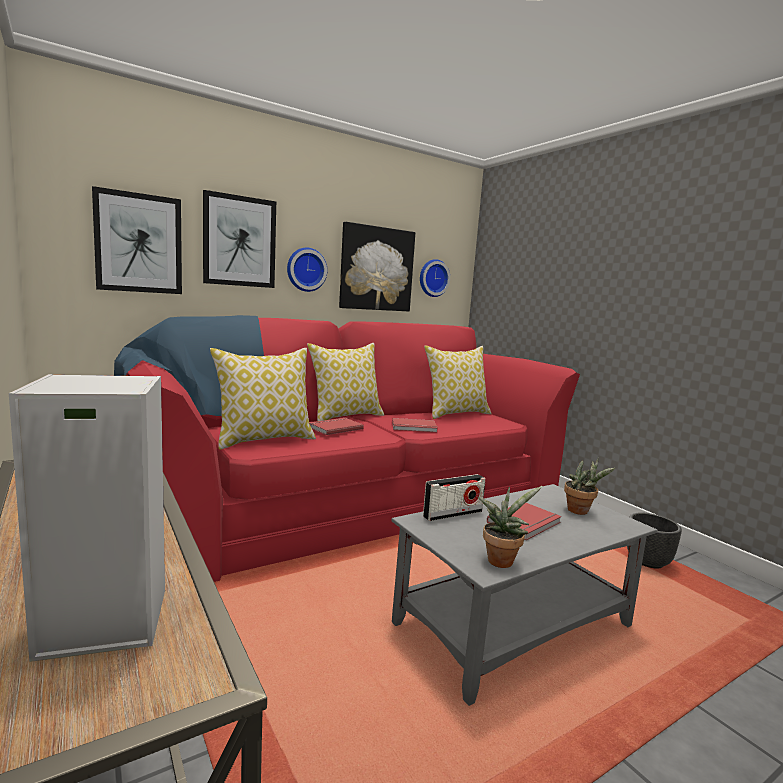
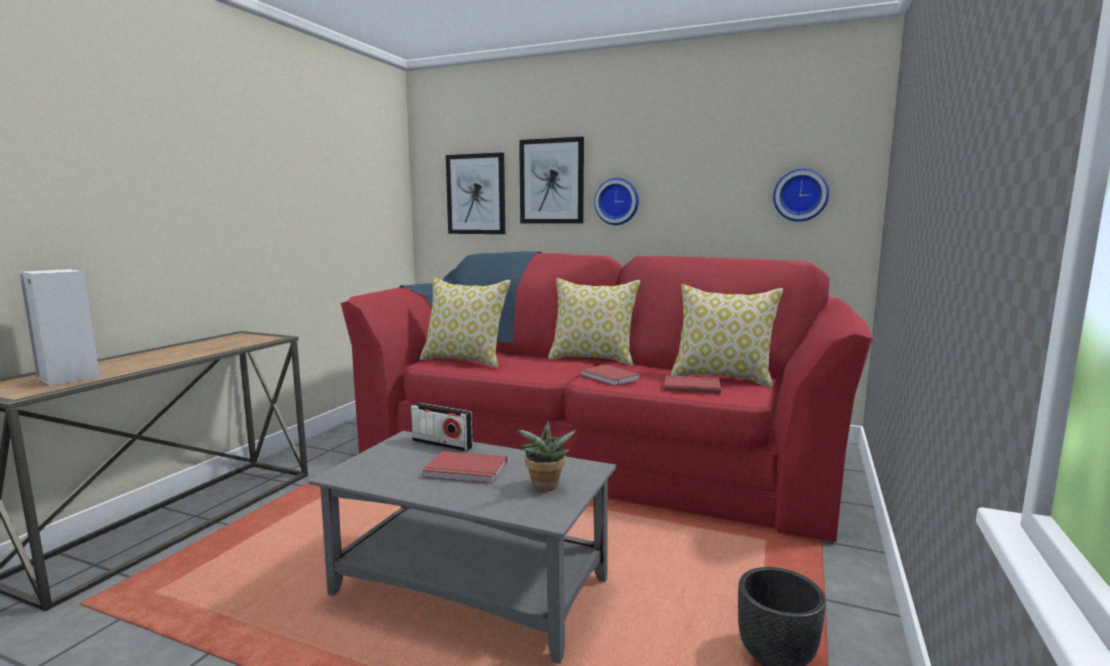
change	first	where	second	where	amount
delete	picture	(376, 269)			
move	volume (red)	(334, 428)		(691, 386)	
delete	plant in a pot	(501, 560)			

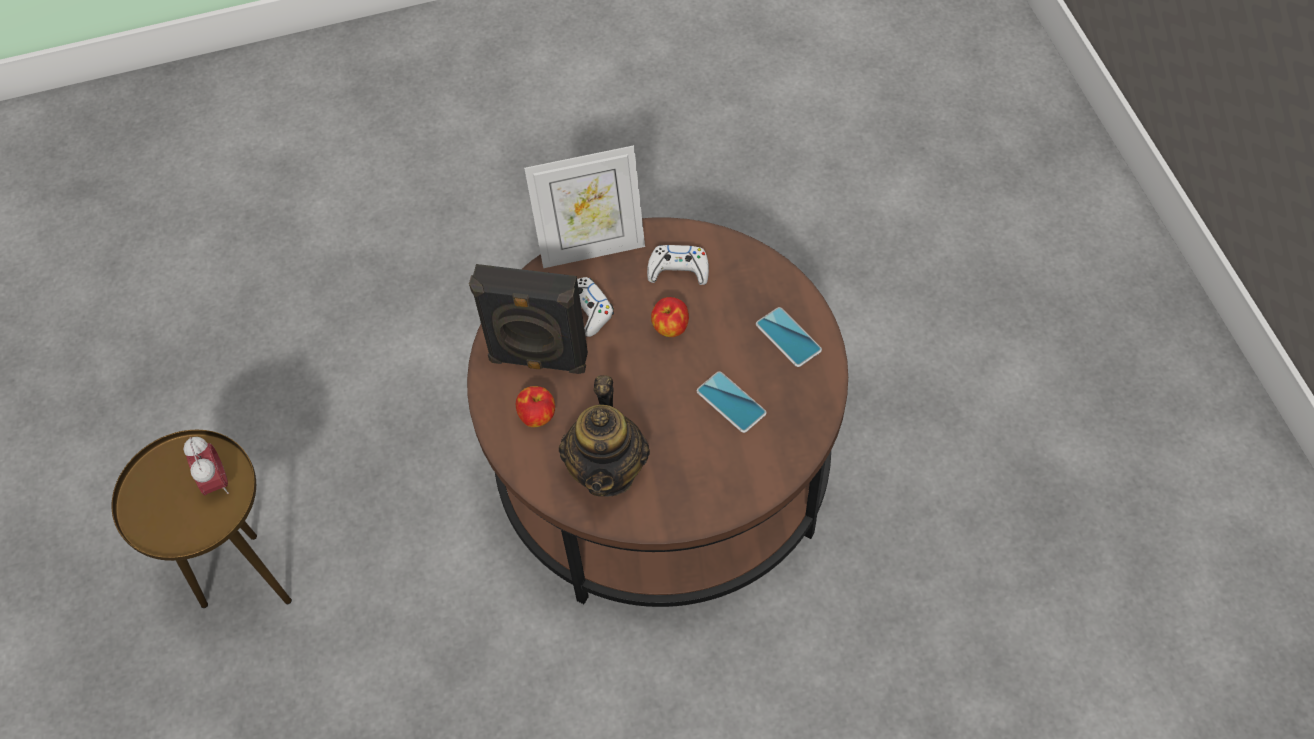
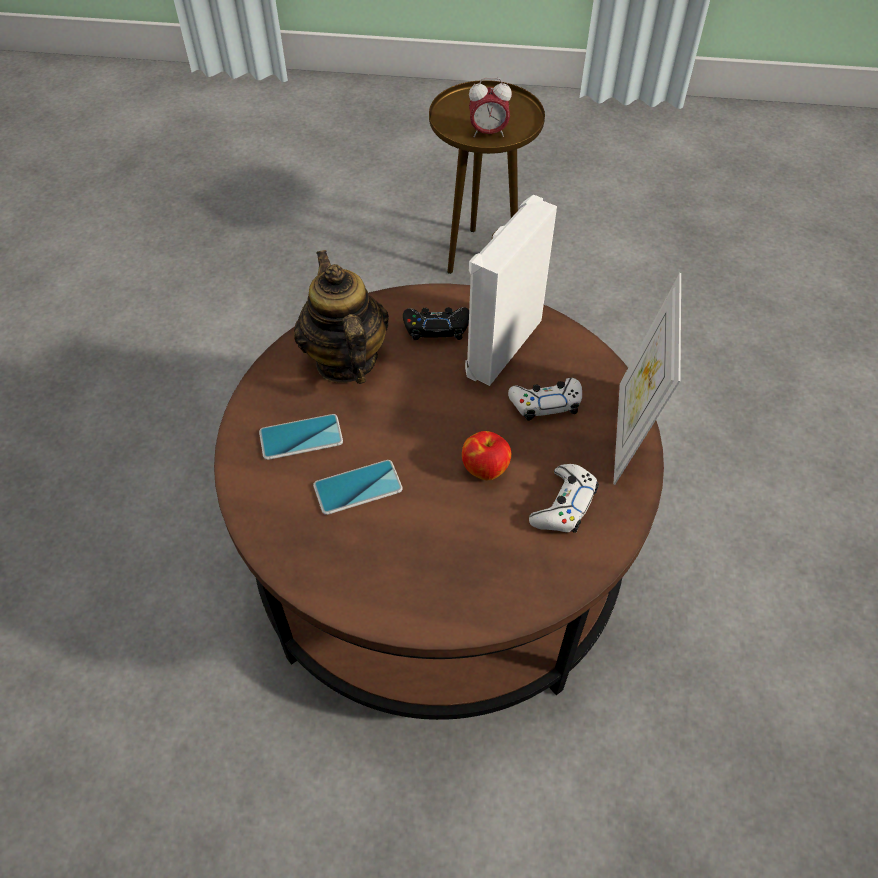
change	first	where	second	where	amount
recolor	speaker (black-coloured)	(538, 360)	speaker (white-coloured)	(501, 346)	
move	handset	(788, 337)		(301, 437)	
rotate	tea pot	(608, 470)		(345, 360)	45 degrees clockwise
replace	apple fruit	(537, 416)	gamepad (black-coloured)	(436, 328)	

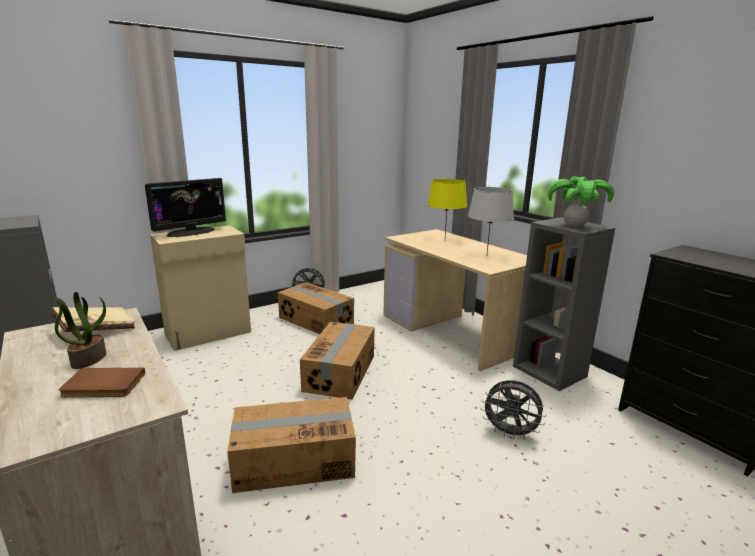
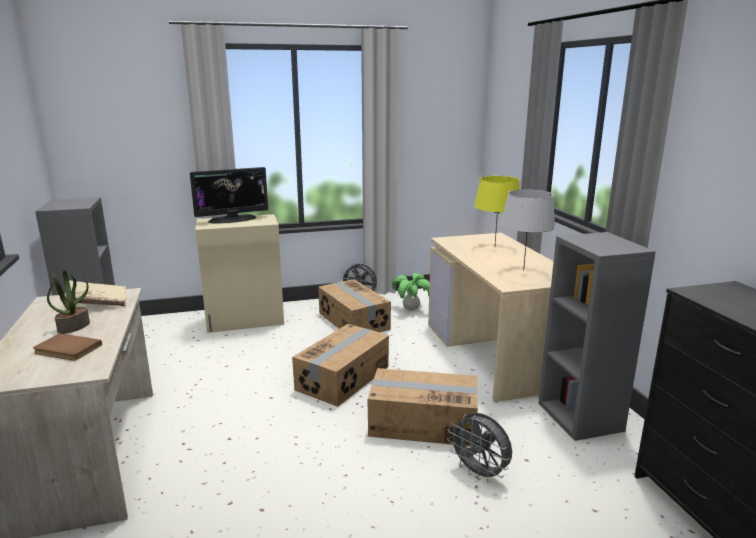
change	first	where	second	where	amount
move	plant in a pot	(574, 226)		(411, 309)	
move	carton	(294, 460)		(422, 422)	

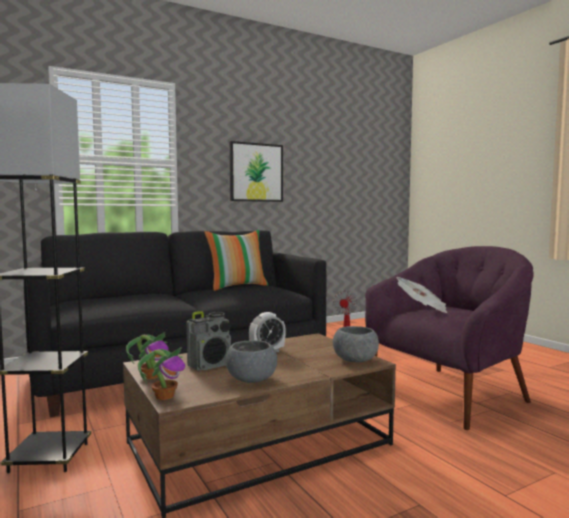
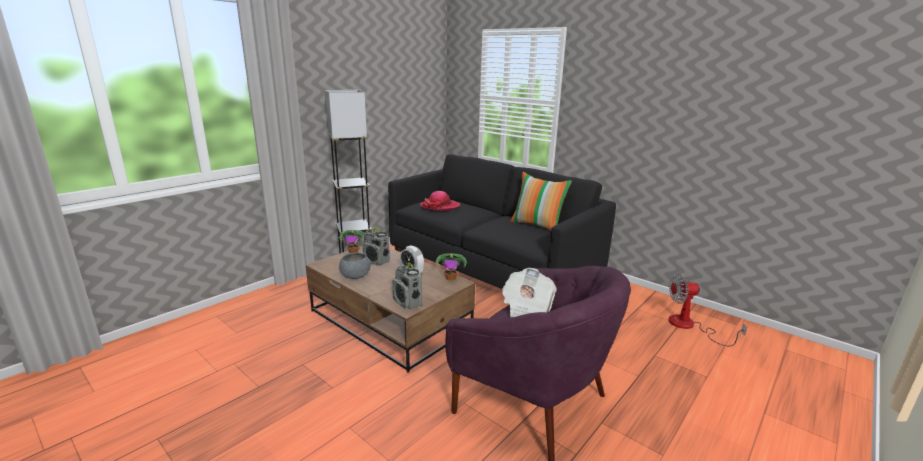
change	first	where	second	where	amount
delete	picture	(256, 172)			
replace	bowl (grey)	(355, 360)	radio set	(407, 302)	
move	plant in a pot	(165, 396)		(451, 278)	
insert			wearable hat	(440, 206)	

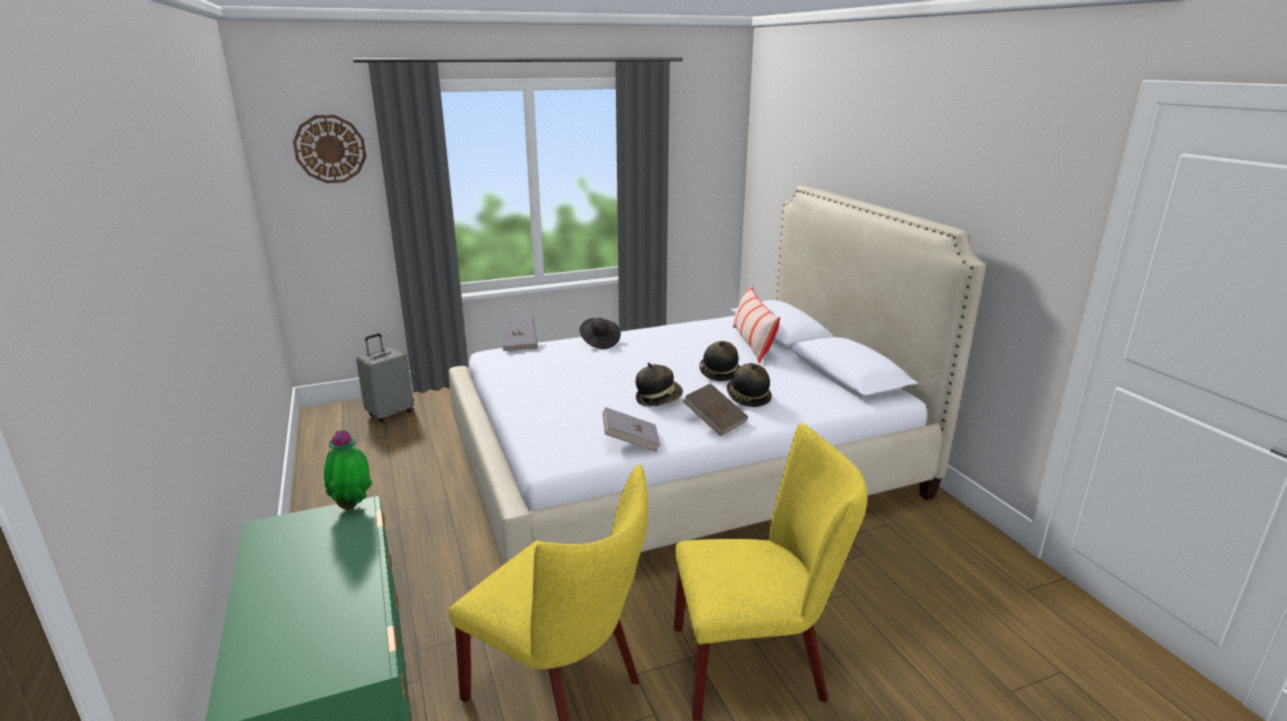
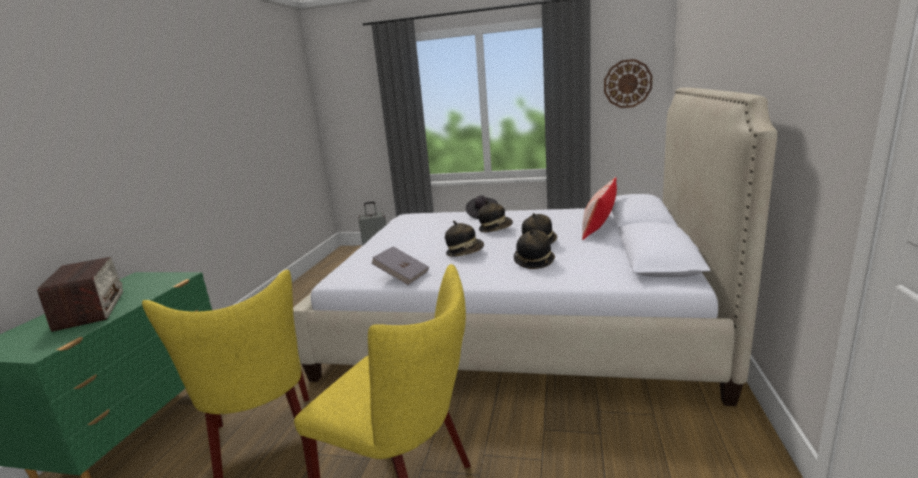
change	first	where	second	where	amount
move	clock on the wall	(330, 149)		(627, 84)	
delete	volume (grey)	(519, 343)			
delete	volume (brown)	(715, 421)			
delete	plant in a pot	(353, 505)			
insert			wearable hat	(495, 229)	
insert			radio set	(91, 310)	

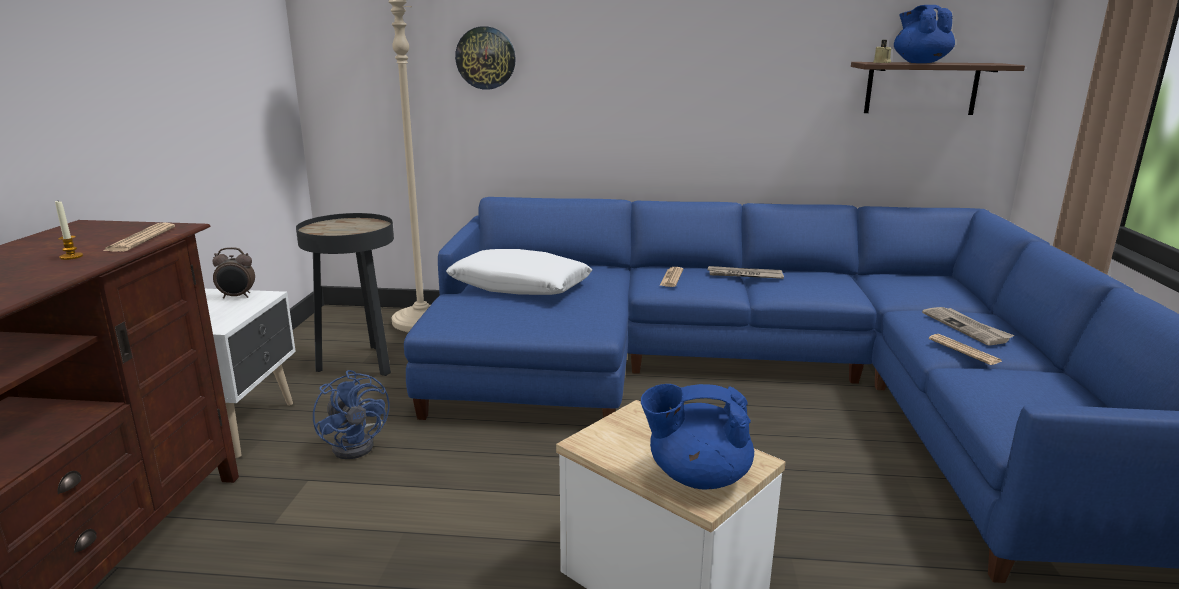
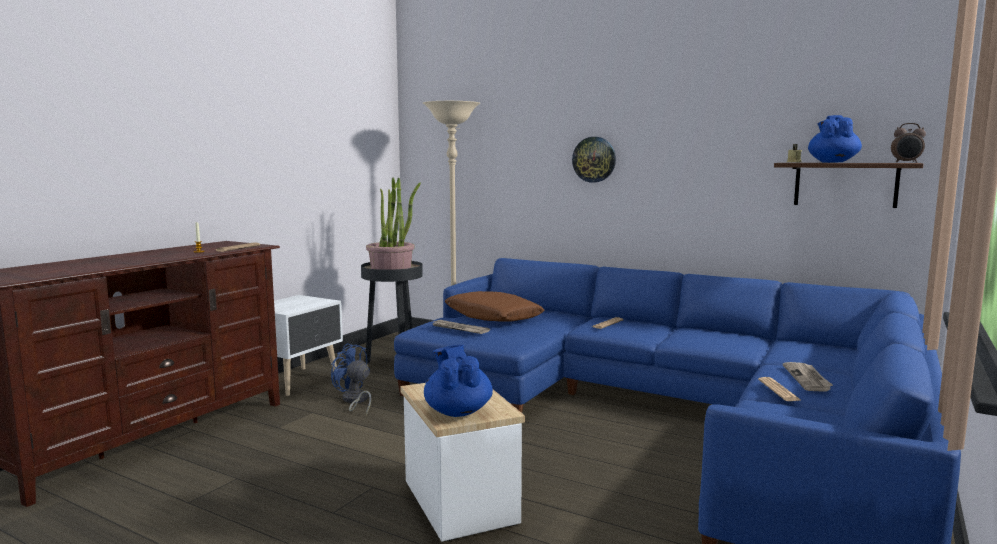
change	first	where	second	where	amount
move	clock on the wall	(485, 58)		(594, 159)	
move	alarm clock	(237, 297)		(906, 162)	
recolor	pillow (white-coloured)	(520, 286)	pillow (brown)	(493, 317)	
move	daily paper	(744, 275)		(459, 329)	
rotate	cooling fan (blue-coloured)	(358, 444)		(355, 401)	135 degrees clockwise
rotate	tea pot (blue-coloured)	(696, 476)		(457, 411)	45 degrees clockwise
insert			plant in a pot	(391, 267)	

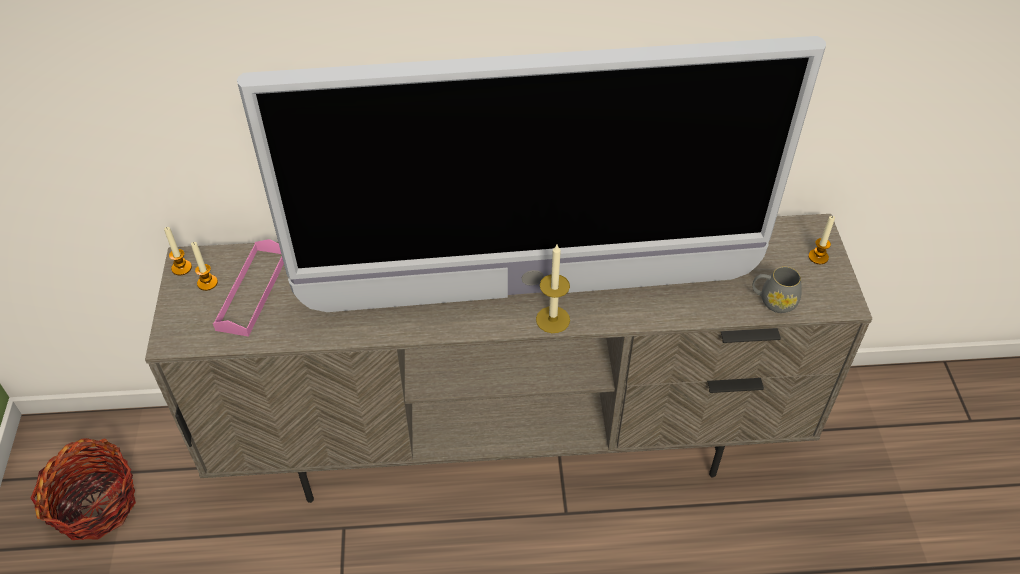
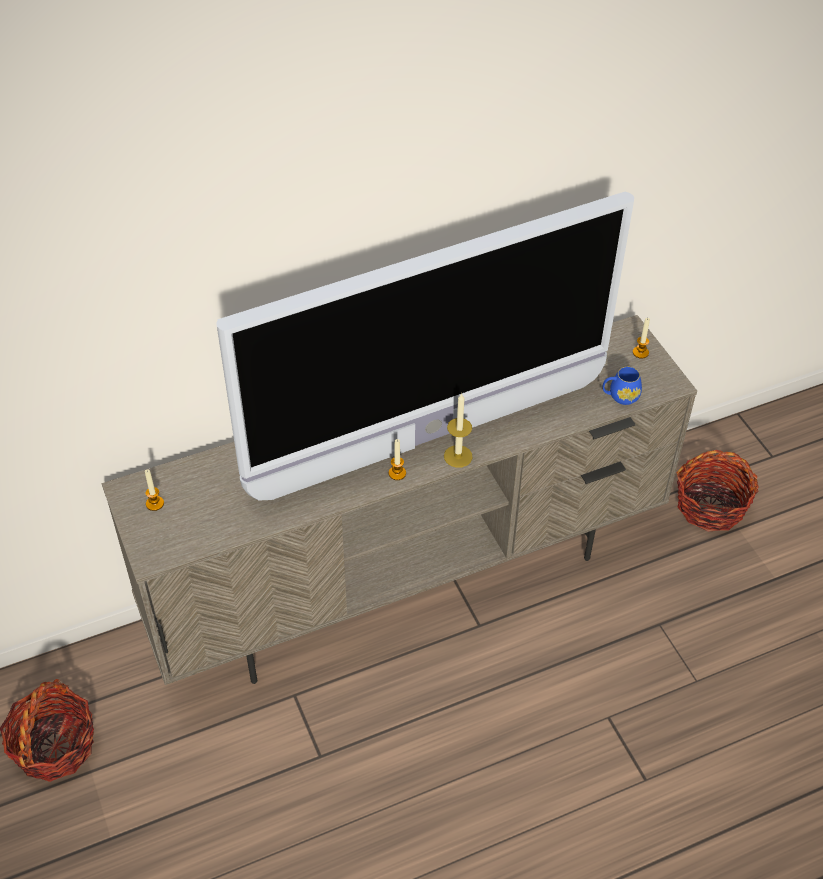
change	first	where	second	where	amount
move	candle	(181, 268)		(397, 473)	
delete	carrying tray (pink)	(253, 291)			
recolor	tea mug (grey)	(773, 301)	tea mug (blue-coloured)	(620, 396)	
insert			household basket	(710, 506)	

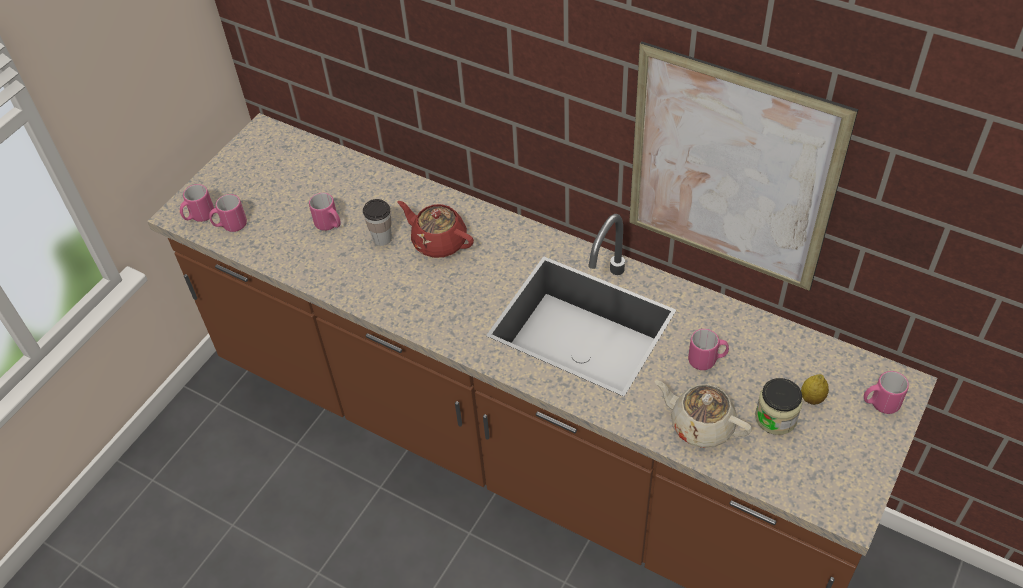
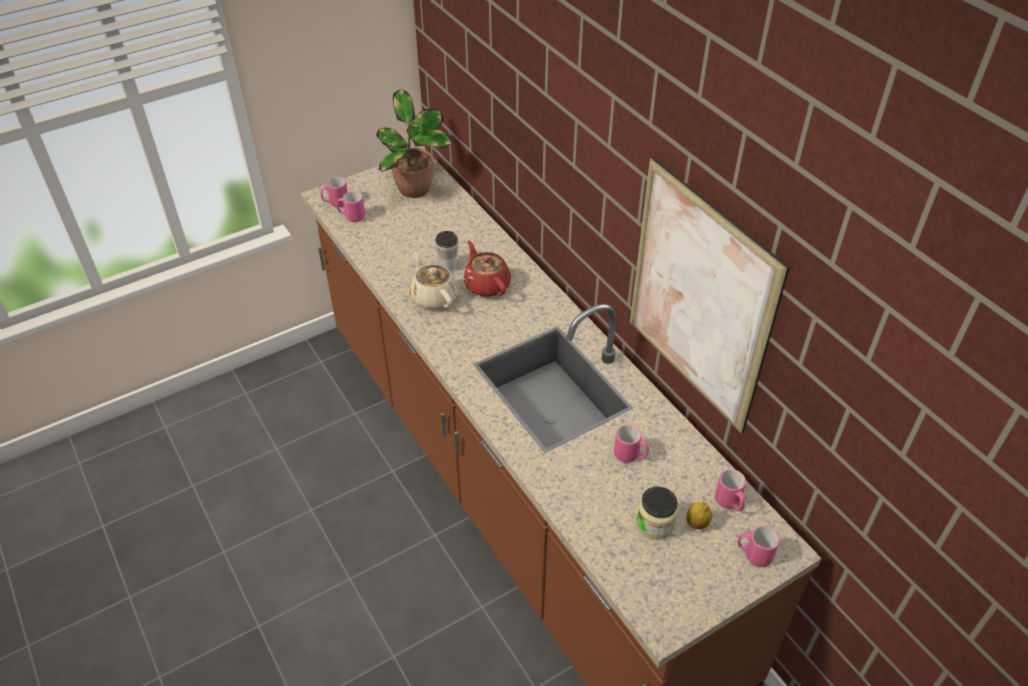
change	first	where	second	where	amount
move	tea mug (pink)	(330, 225)		(730, 503)	
move	tea pot (beige)	(700, 425)		(434, 297)	
insert			plant in a pot	(415, 190)	

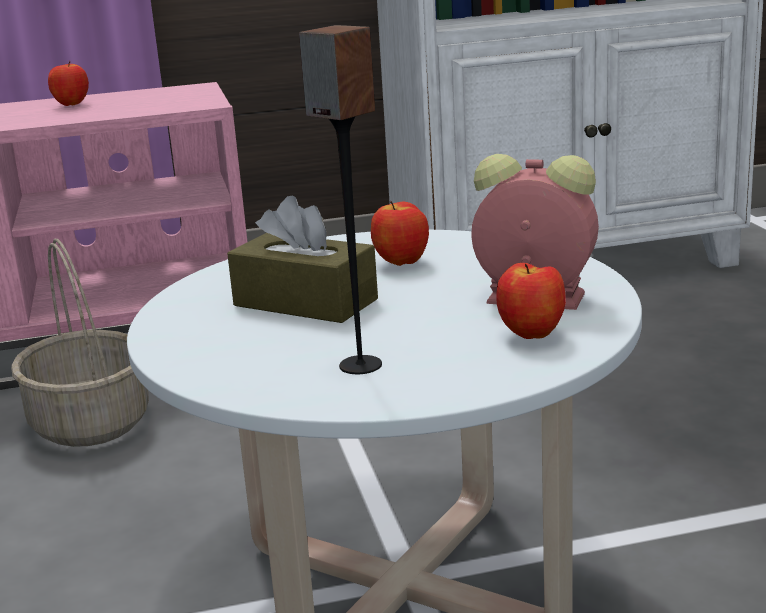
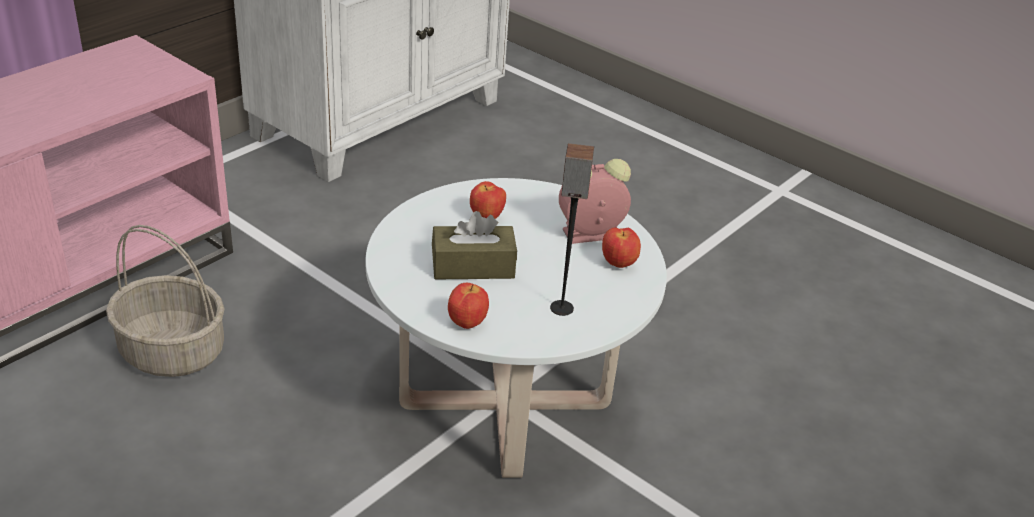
change	first	where	second	where	amount
move	apple fruit	(72, 105)		(466, 323)	

